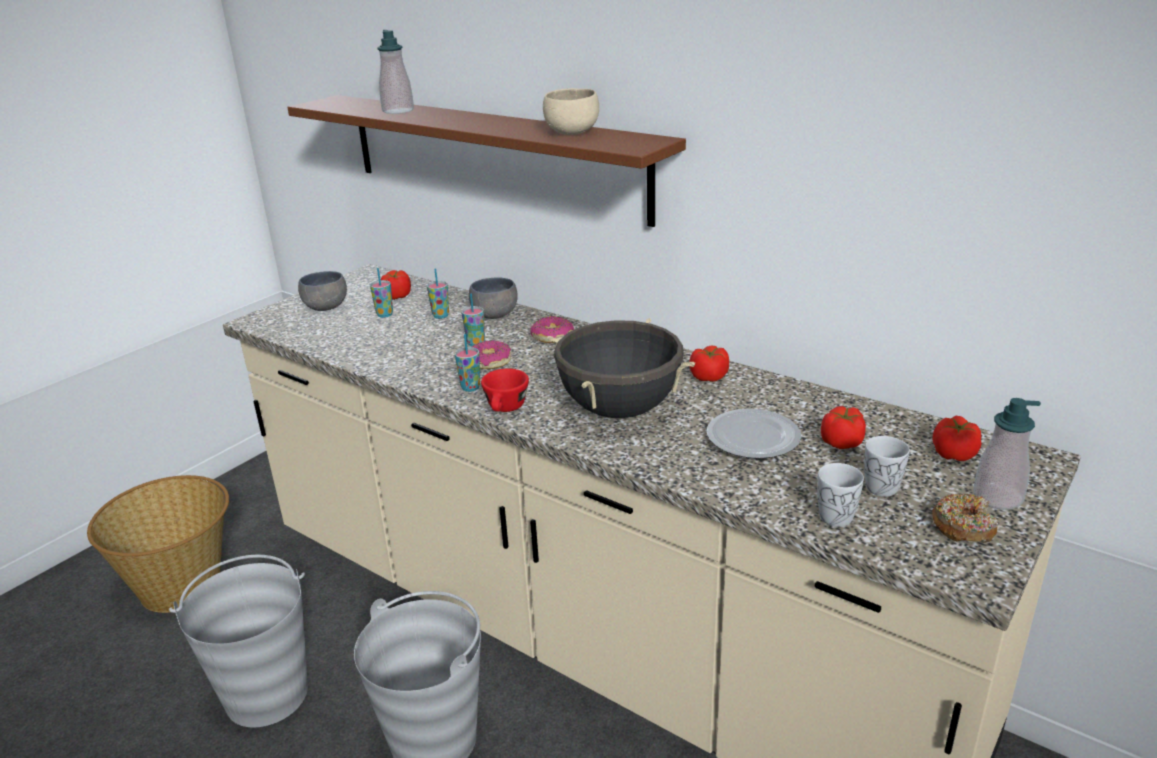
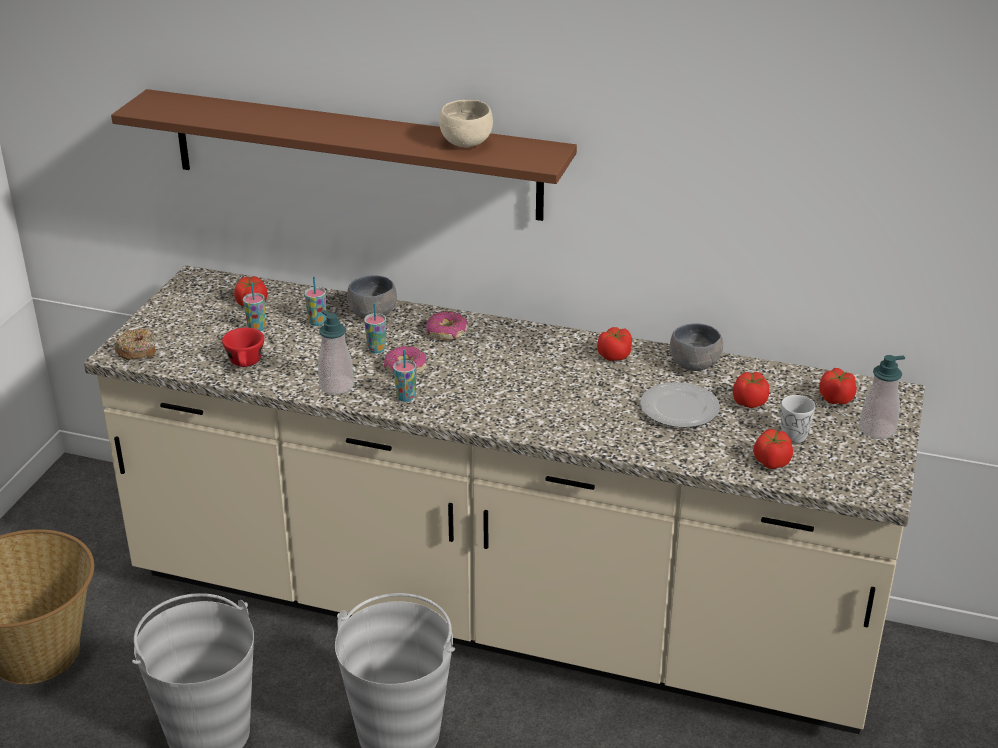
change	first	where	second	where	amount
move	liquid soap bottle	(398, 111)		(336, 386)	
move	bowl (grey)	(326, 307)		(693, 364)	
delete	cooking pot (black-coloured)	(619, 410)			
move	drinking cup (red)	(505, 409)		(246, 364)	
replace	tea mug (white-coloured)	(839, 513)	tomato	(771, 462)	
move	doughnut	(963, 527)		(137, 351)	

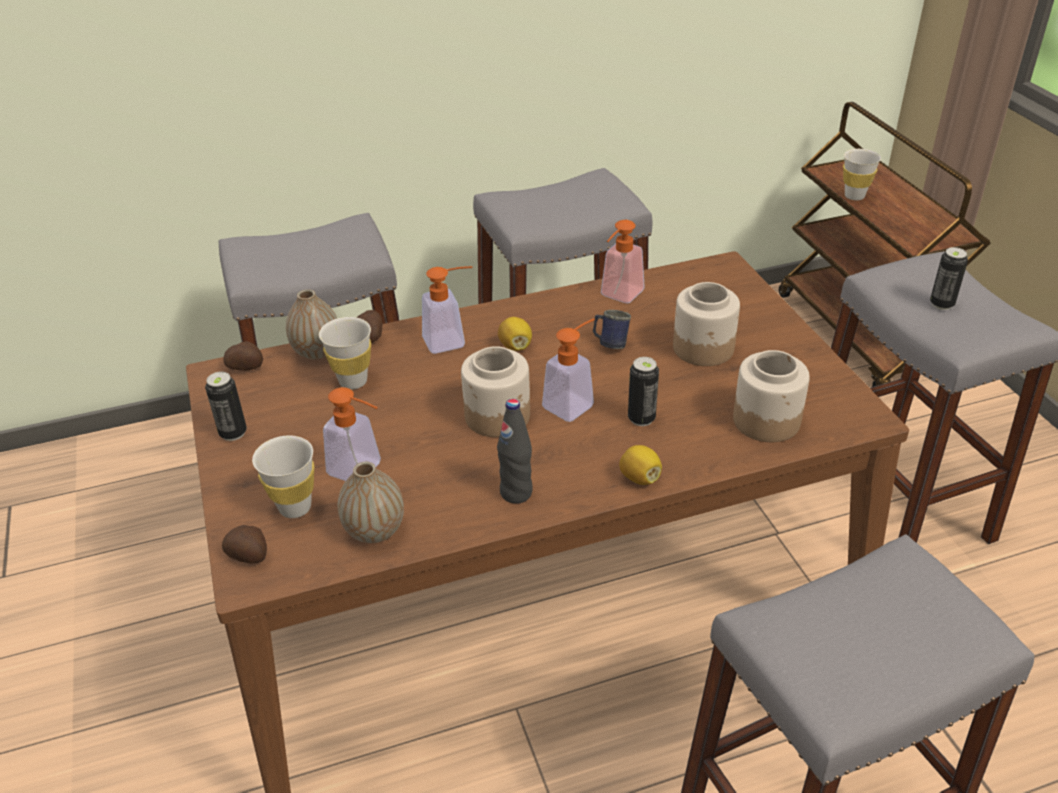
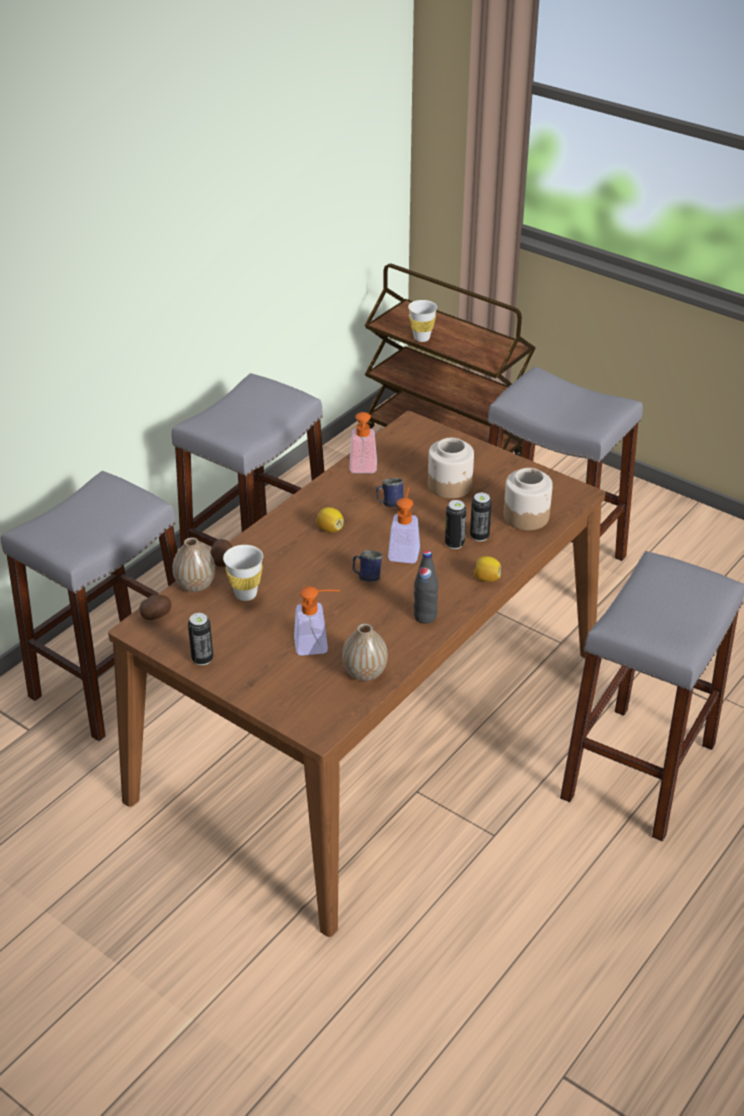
change	first	where	second	where	amount
move	can	(941, 304)		(479, 536)	
delete	liquid soap bottle	(451, 340)			
replace	storage jar	(498, 416)	tea mug (blue-coloured)	(366, 577)	
delete	drinking cup (white-coloured)	(295, 507)			
delete	whole potato	(249, 556)			

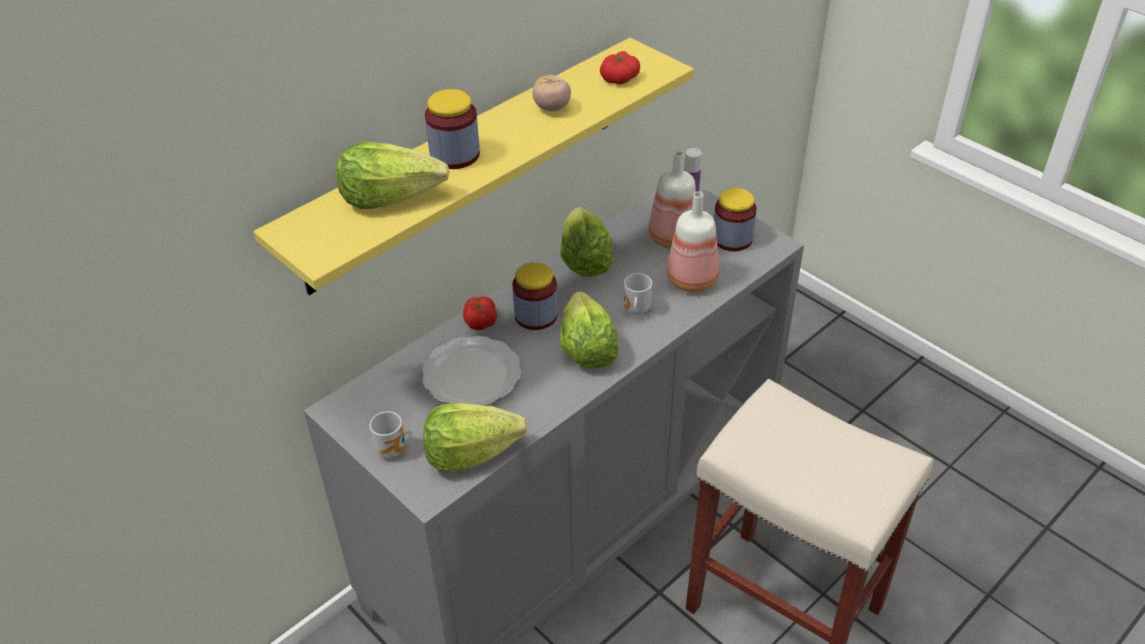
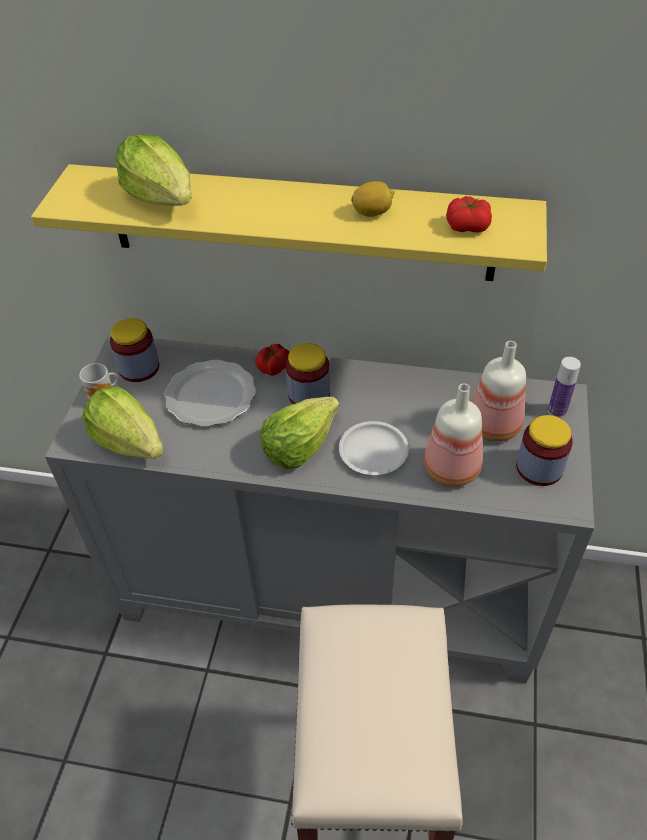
change	first	where	second	where	amount
replace	tomato	(552, 108)	citrus fruit	(372, 213)	
move	storage jar	(455, 155)		(139, 368)	
delete	head of lettuce	(584, 260)			
replace	tea mug	(635, 311)	plate (white-coloured)	(372, 452)	

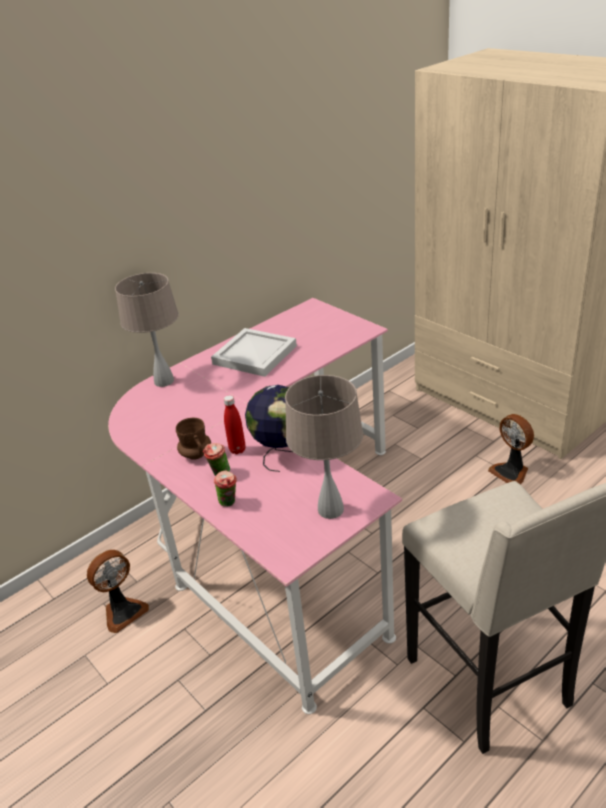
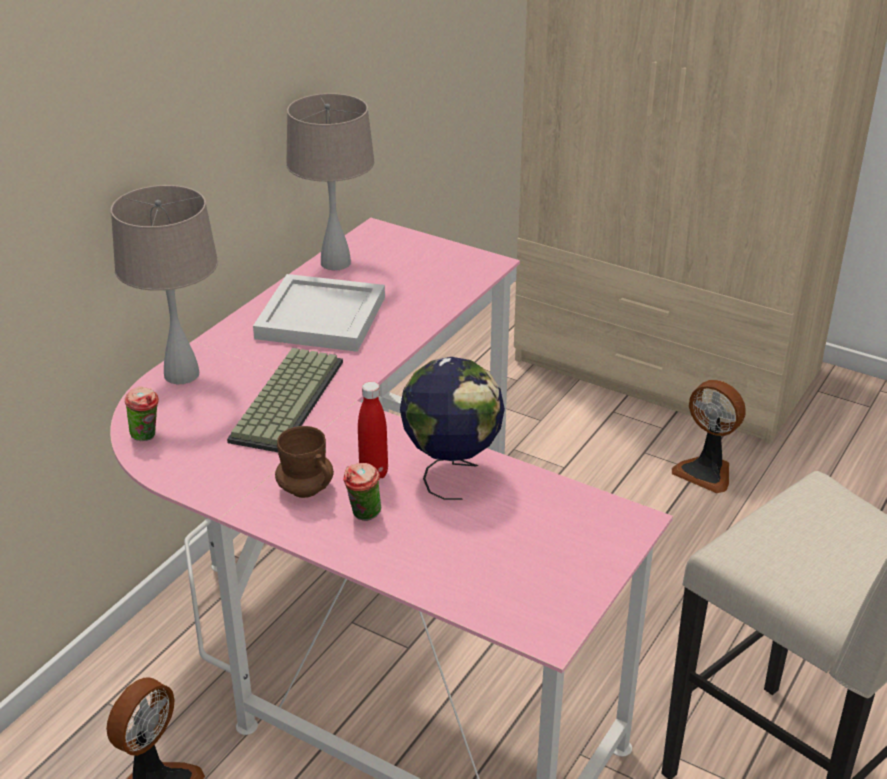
change	first	where	second	where	amount
move	tabletop lamp (beige)	(331, 509)		(336, 262)	
move	drinking cup	(229, 503)		(147, 437)	
insert			keyboard	(285, 399)	

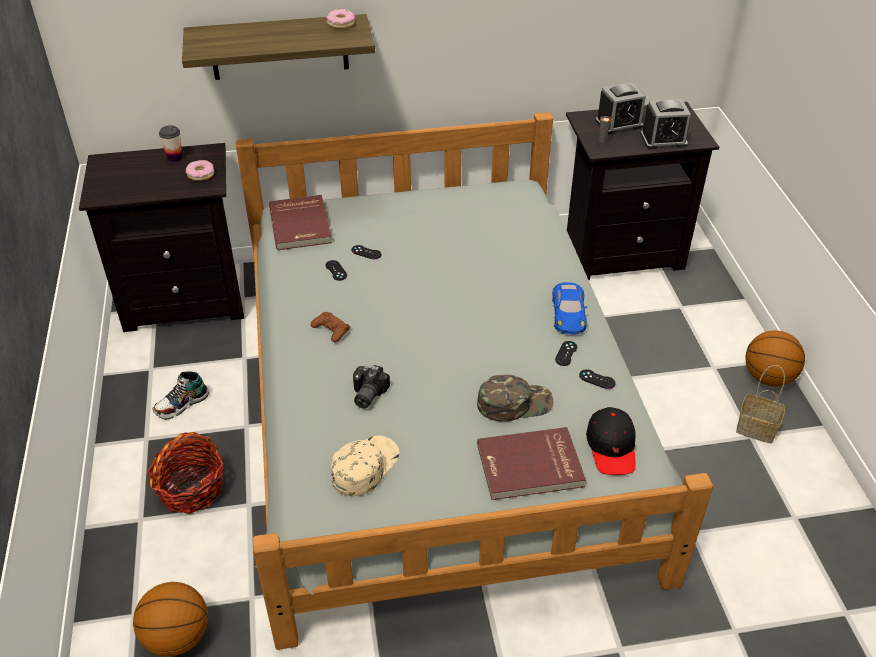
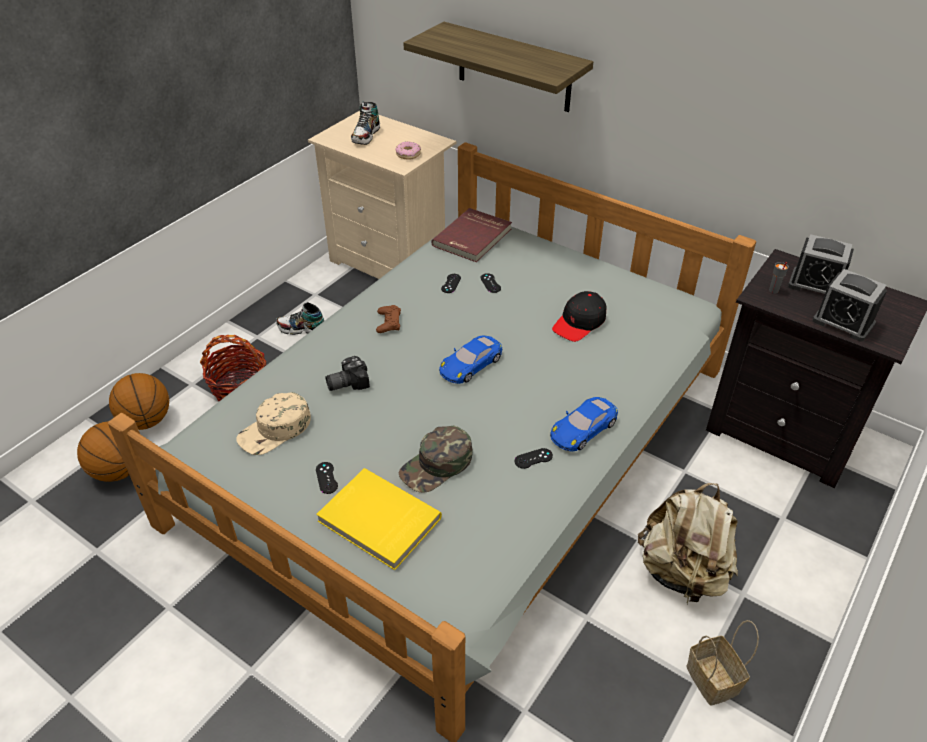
change	first	where	second	where	amount
delete	doughnut	(340, 23)			
delete	drinking cup	(174, 158)			
recolor	night table (black-coloured)	(186, 299)	night table (beige)	(392, 262)	
move	basketball	(768, 378)		(146, 421)	
move	gamepad (black-coloured)	(597, 379)		(326, 478)	
rotate	baseball cap (greenish)	(514, 403)		(437, 465)	105 degrees clockwise
move	baseball cap (black-coloured)	(611, 447)		(579, 323)	
recolor	volume (red)	(530, 467)	volume (yellow)	(378, 521)	
rotate	baseball cap (beige)	(364, 466)		(275, 430)	150 degrees clockwise
insert			low shoe	(366, 135)	
insert			toy car (blue-coloured)	(471, 364)	
insert			rucksack (beige)	(682, 572)	

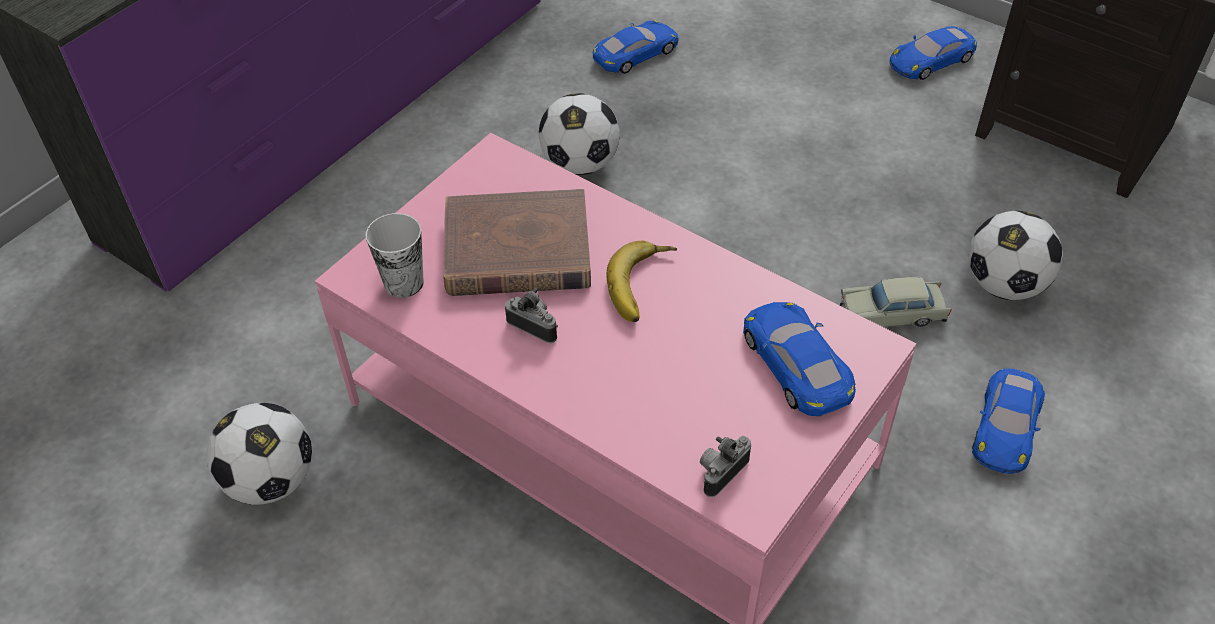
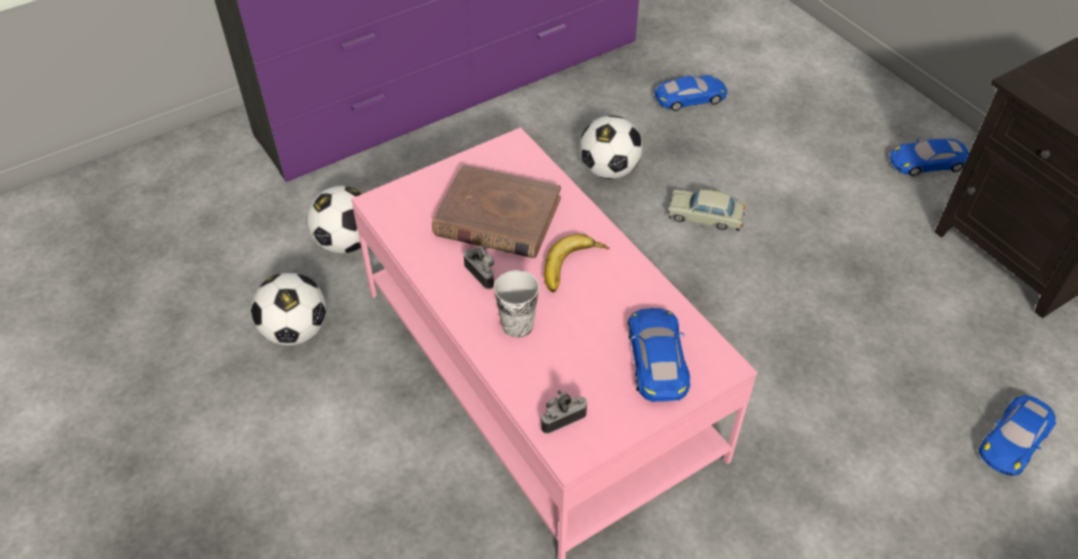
change	first	where	second	where	amount
move	football ball	(1004, 285)		(346, 242)	
move	drinking cup	(404, 283)		(517, 325)	
move	toy car (beige)	(892, 314)		(705, 217)	
move	toy car (blue-coloured)	(1006, 426)		(1014, 439)	

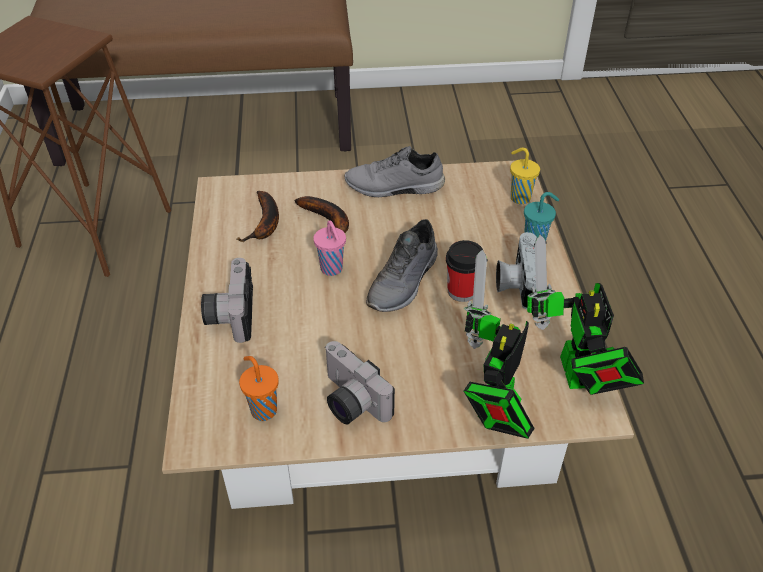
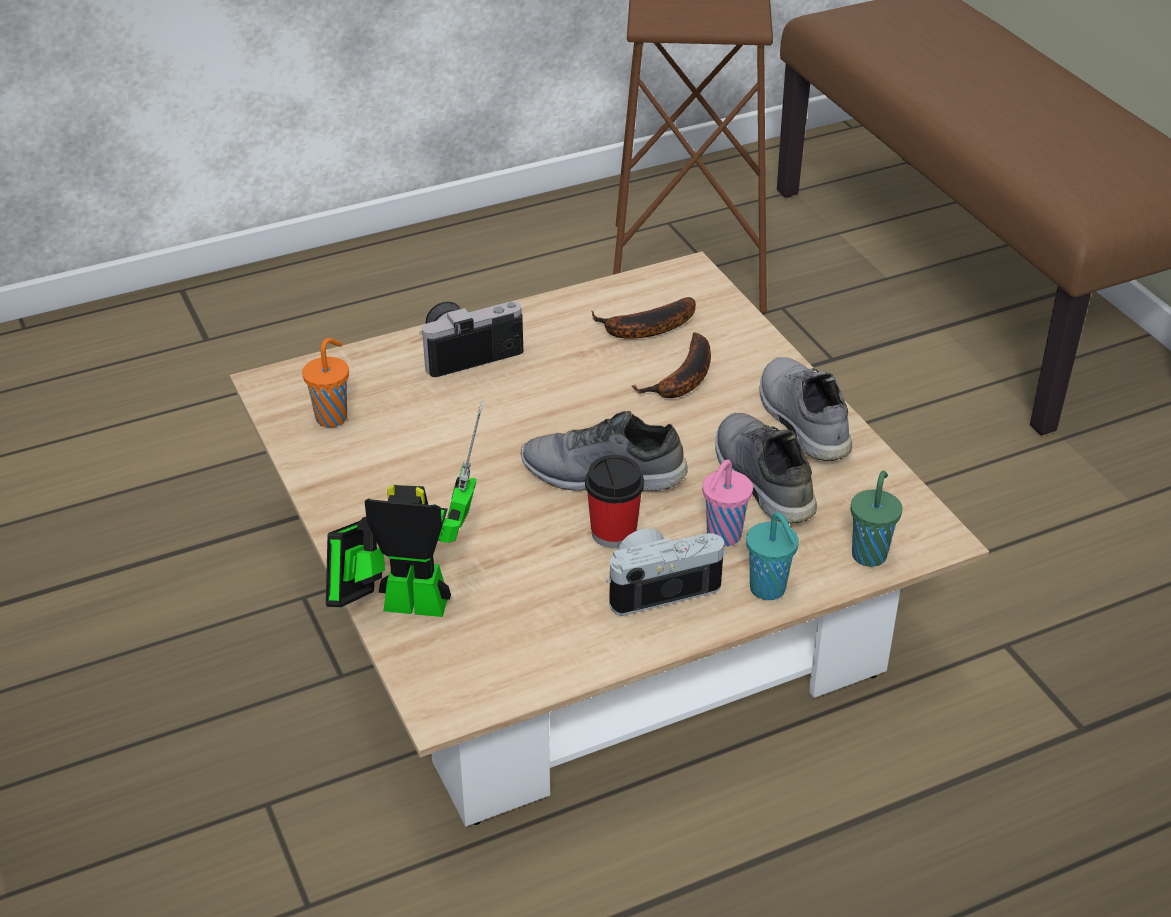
change	first	where	second	where	amount
recolor	drinking cup (yellow)	(519, 198)	drinking cup (greenish)	(869, 554)	
move	drinking cup (pink)	(332, 269)		(722, 537)	
delete	robot figure	(576, 378)			
delete	still camera	(349, 402)			
insert			low shoe (grey)	(760, 479)	

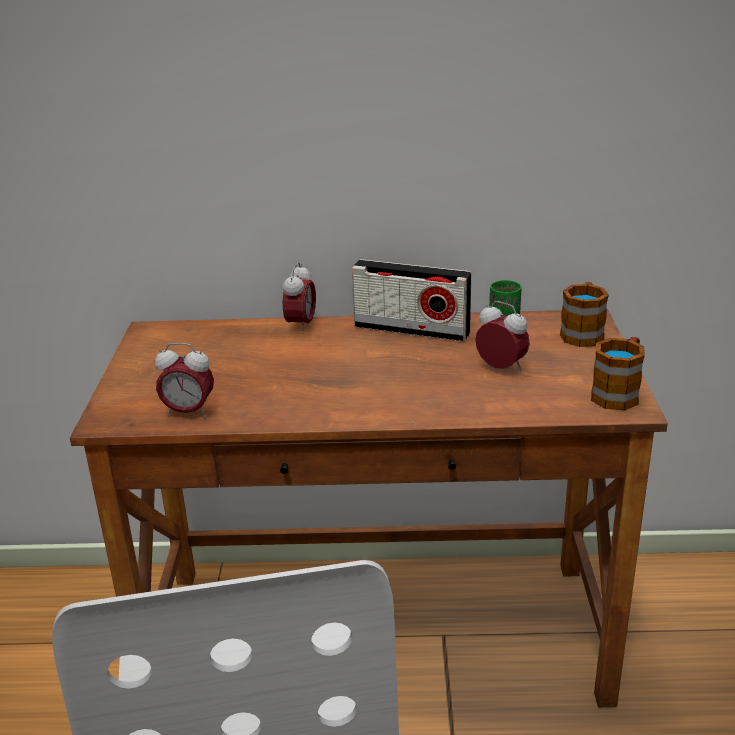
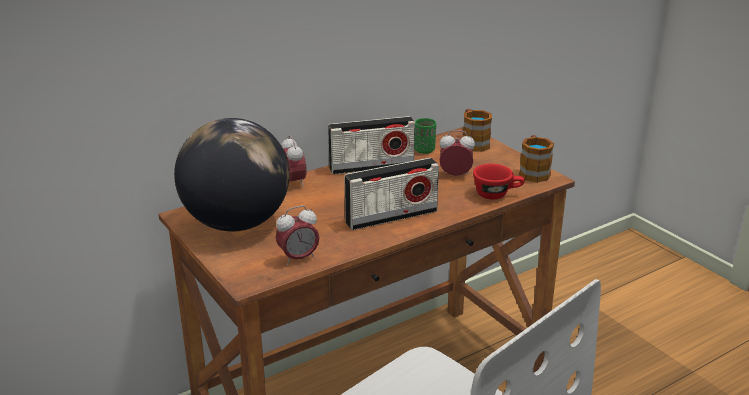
change	first	where	second	where	amount
insert			desk globe	(236, 223)	
insert			radio set	(391, 217)	
insert			drinking cup (red)	(497, 194)	

